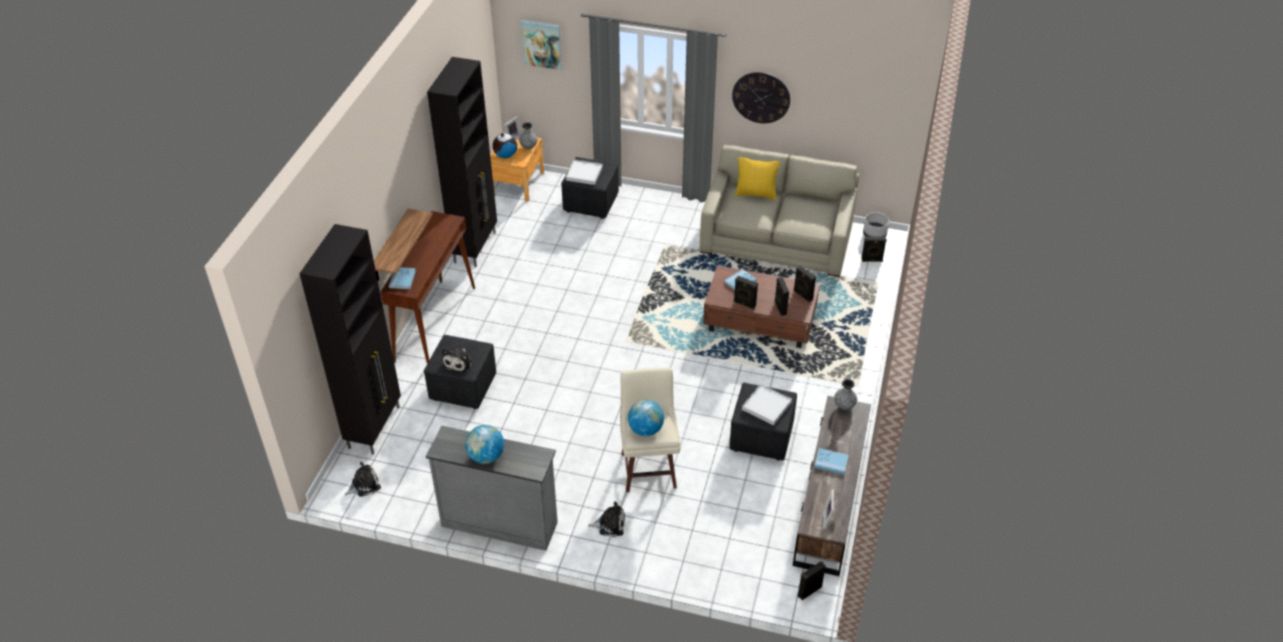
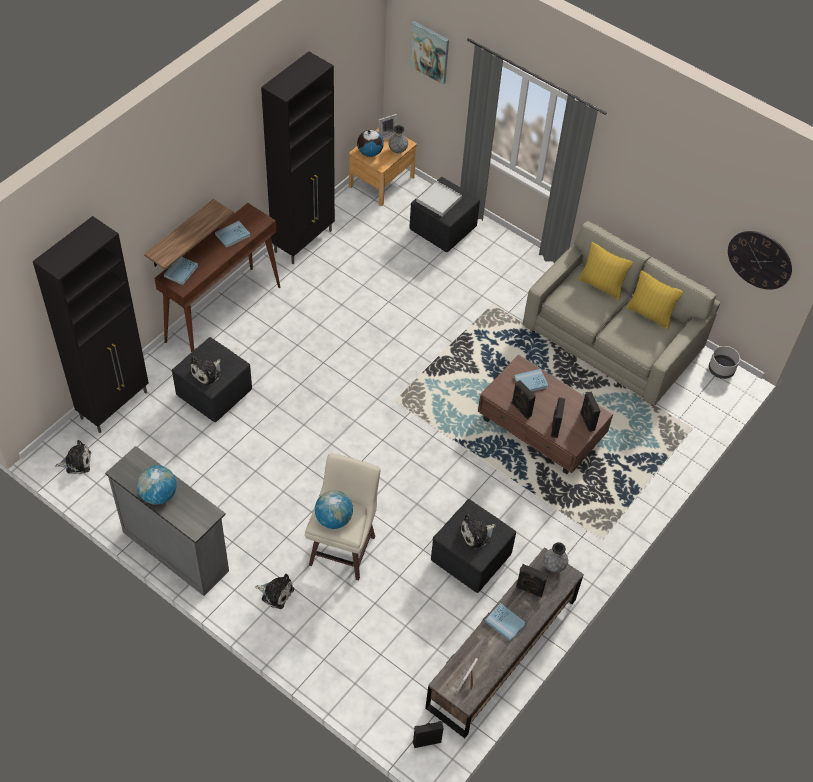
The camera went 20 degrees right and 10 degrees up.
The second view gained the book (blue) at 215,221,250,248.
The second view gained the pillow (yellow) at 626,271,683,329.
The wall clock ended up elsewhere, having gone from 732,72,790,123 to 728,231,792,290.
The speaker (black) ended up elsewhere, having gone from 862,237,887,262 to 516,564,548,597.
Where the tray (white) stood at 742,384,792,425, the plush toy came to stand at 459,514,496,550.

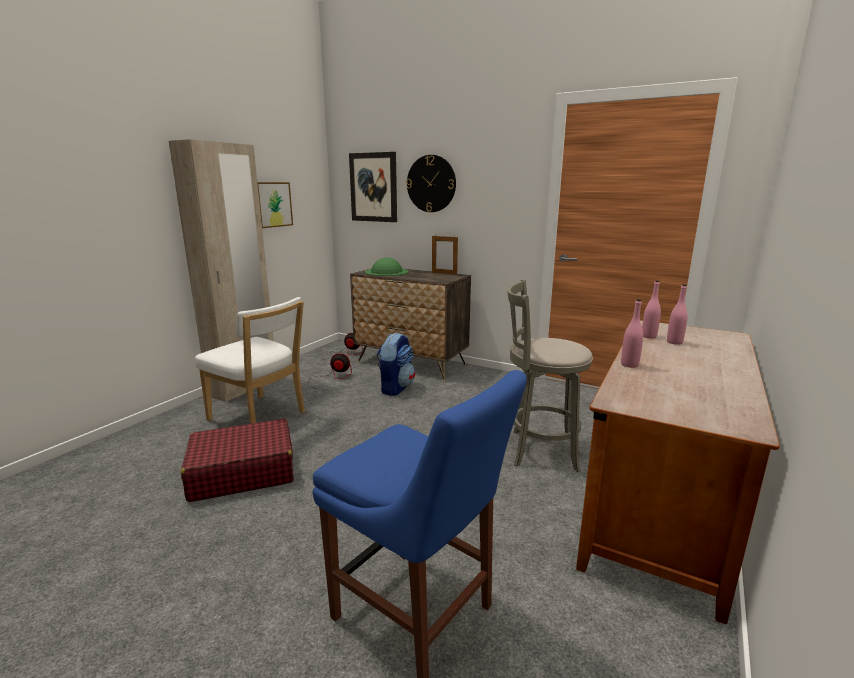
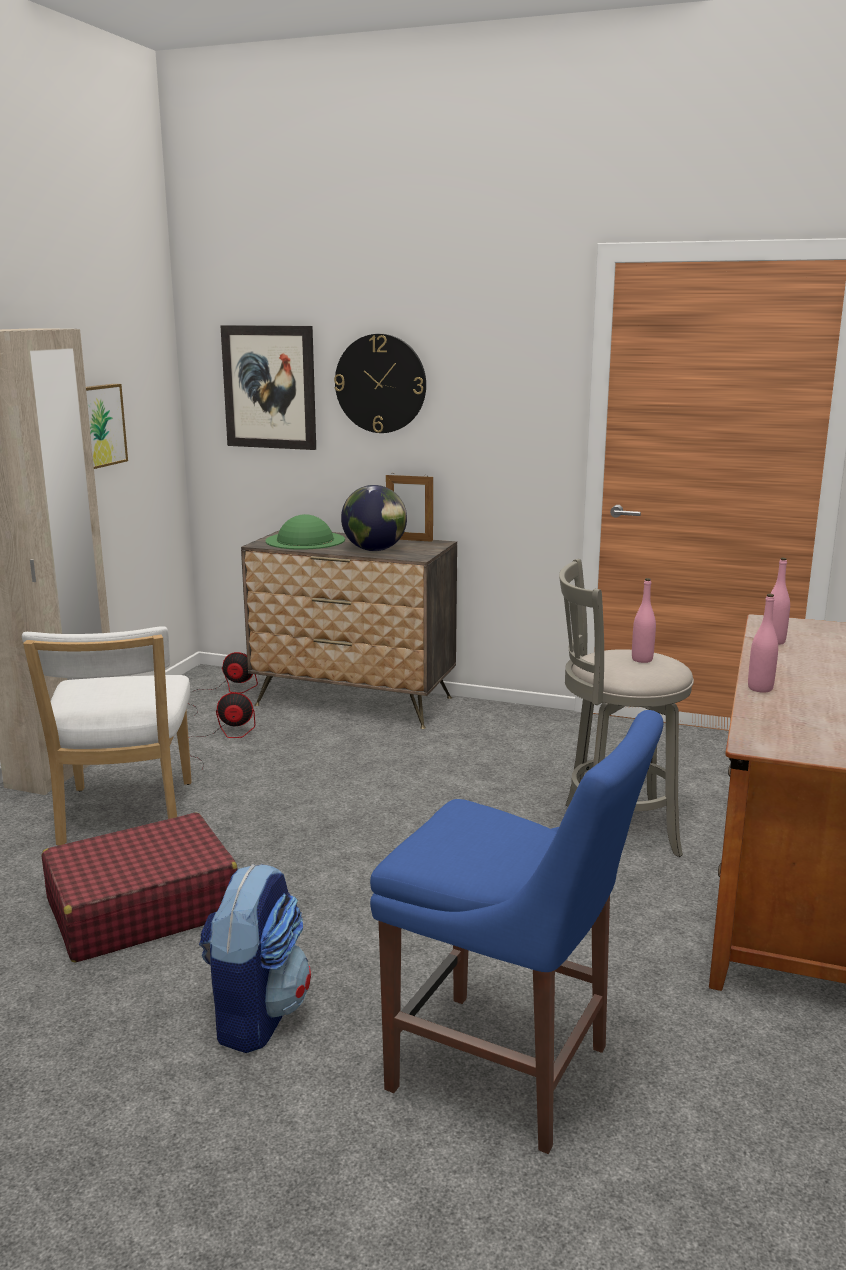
The camera went 10 degrees left and 0 degrees up.
The second view gained the globe at 341,485,407,551.
The backpack ended up elsewhere, having gone from 377,332,415,396 to 198,864,311,1053.
The bottle (pink) ended up elsewhere, having gone from 667,284,688,345 to 632,578,656,663.
The chair (white) at 195,297,305,424 ended up facing another way, 60 degrees clockwise from before.

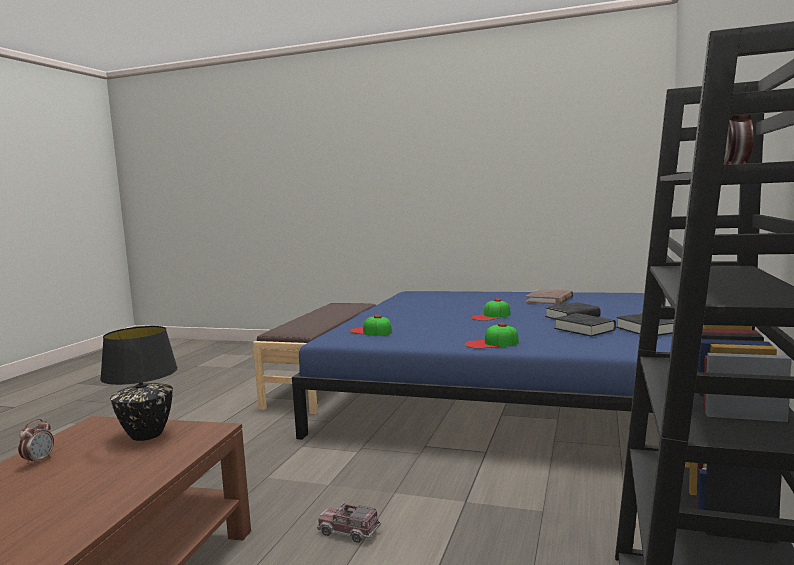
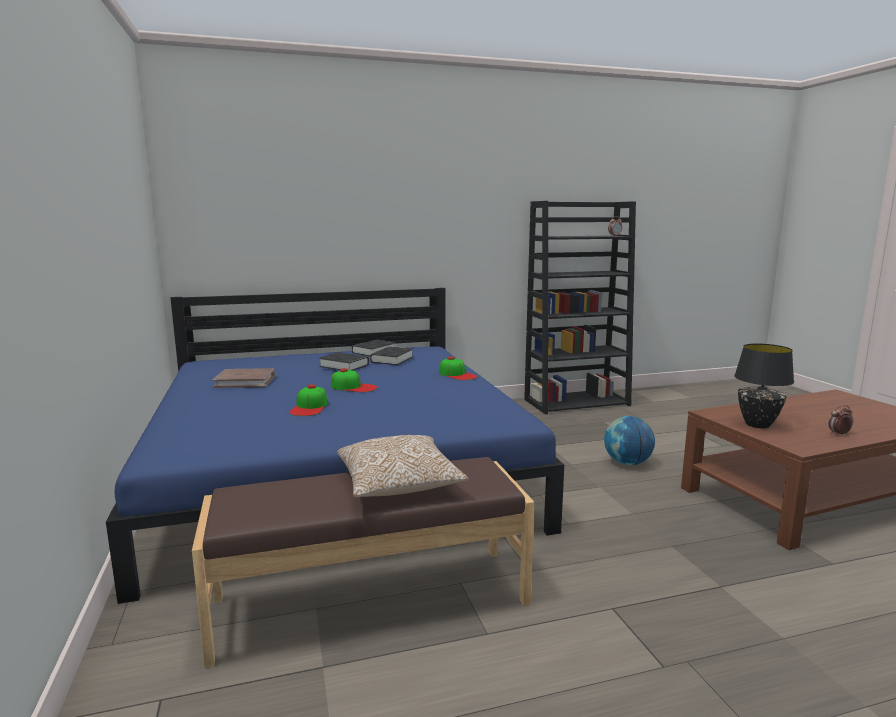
The camera went 125 degrees left and 5 degrees up.
The second view gained the pillow at 337,435,468,497.
The cap ended up elsewhere, having gone from 350,314,392,336 to 290,384,327,416.
Where the toy truck stood at 317,502,381,543, the globe came to stand at 604,416,655,465.

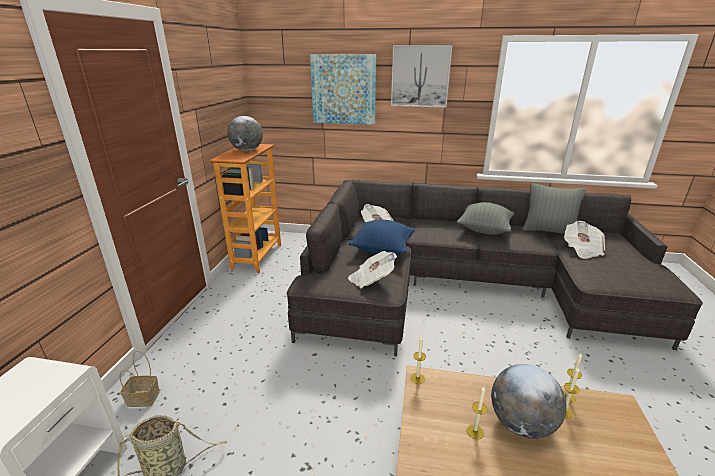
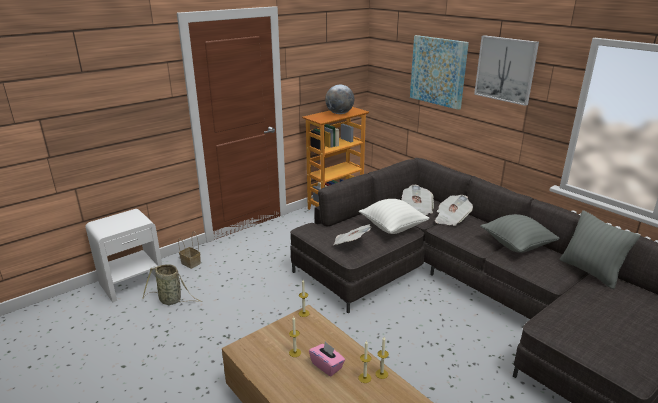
The camera went 40 degrees right and 0 degrees up.
The newspaper ended up elsewhere, having gone from 564,221,605,259 to 435,195,473,226.
Where the globe stood at 491,364,567,439, the tissue box (pink) came to stand at 309,342,345,376.
What was the pillow (blue) at 349,220,415,255 turned into the pillow (white) at 359,199,429,234.

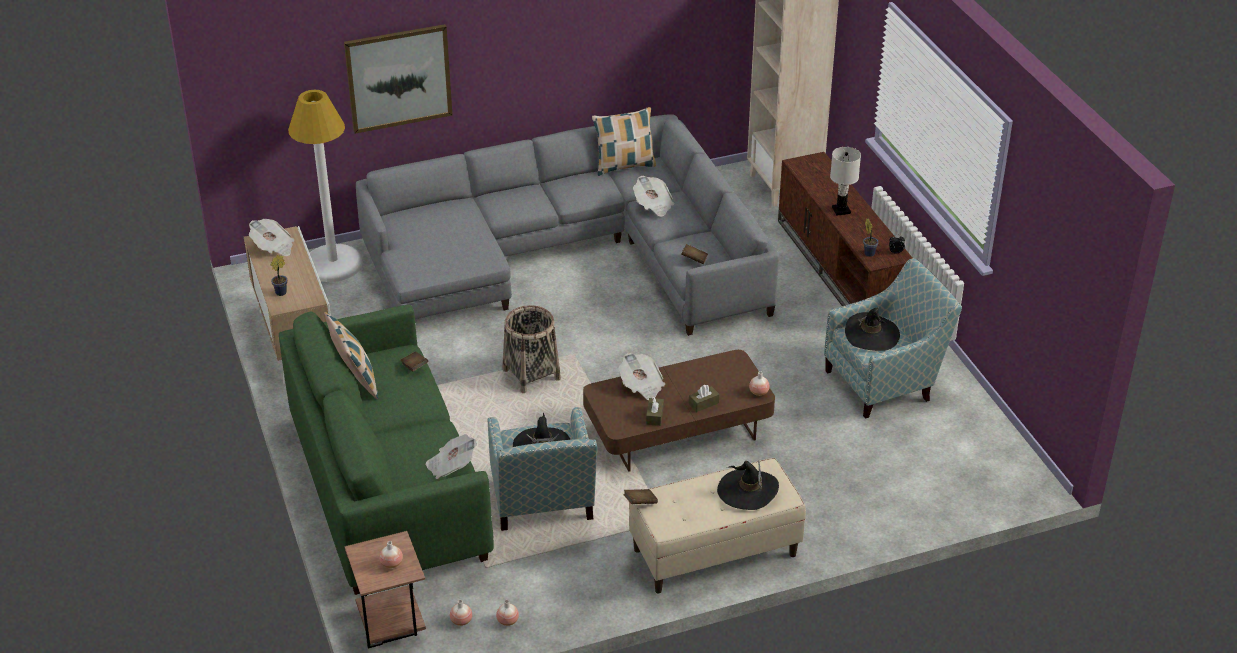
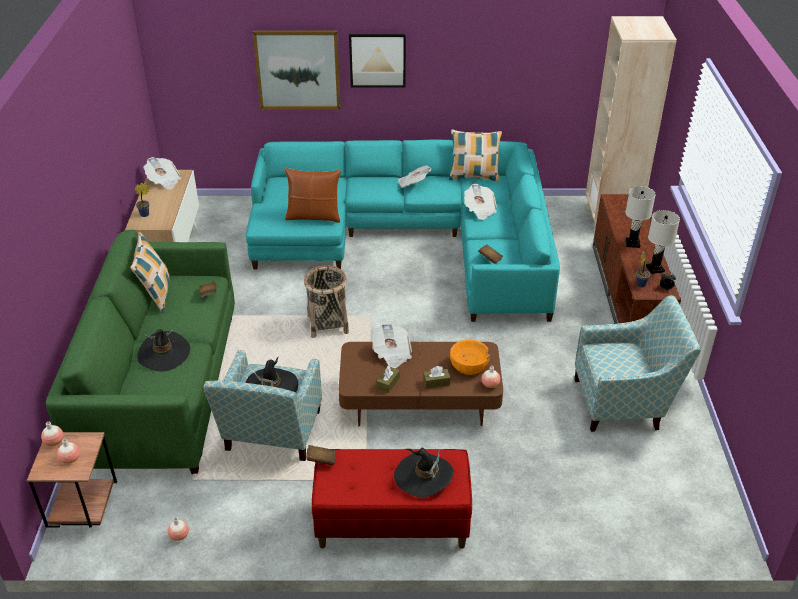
The camera went 20 degrees right and 0 degrees up.
The second view lost the floor lamp (white) at 288,90,362,282.
The second view gained the pillow (brown) at 284,168,341,223.
The second view gained the picture at 349,34,406,88.
The second view gained the bowl (orange) at 450,339,490,375.
The second view gained the table lamp (white) at 646,210,680,274.
The newspaper ended up elsewhere, having gone from 426,434,477,479 to 398,165,431,188.
The vase ended up elsewhere, having gone from 450,600,472,626 to 41,422,64,446.
The hat (black) ended up elsewhere, having gone from 845,307,900,351 to 137,329,190,372.
What was the sofa (grey) at 356,114,779,336 turned into the sofa (turquoise) at 246,140,560,322.
What was the bench (beige) at 629,458,806,593 turned into the bench (red) at 312,449,472,549.

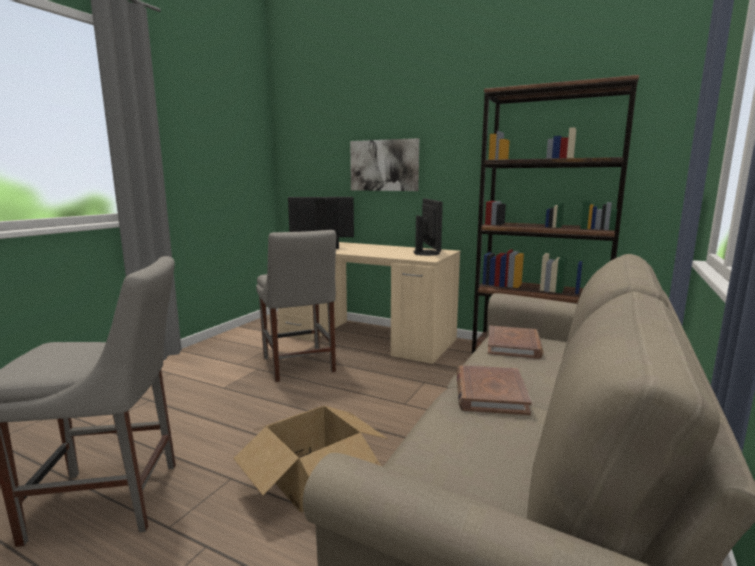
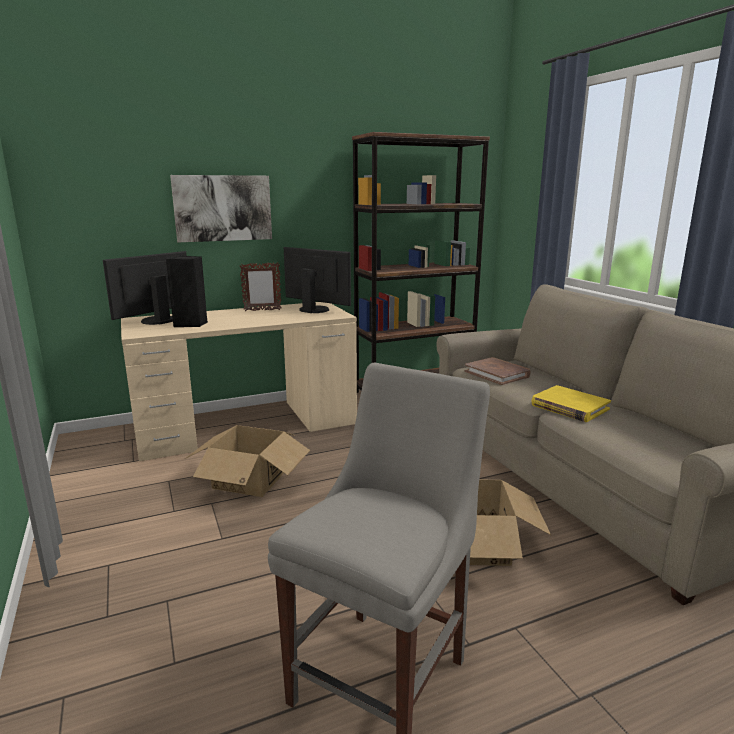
The camera went 50 degrees left and 5 degrees up.
The second view gained the picture frame at 239,262,282,311.
Where the chair (grey) stood at 256,230,336,382, the cardboard box came to stand at 185,425,310,497.
What was the book (brown) at 456,365,532,415 turned into the book (yellow) at 531,385,611,422.

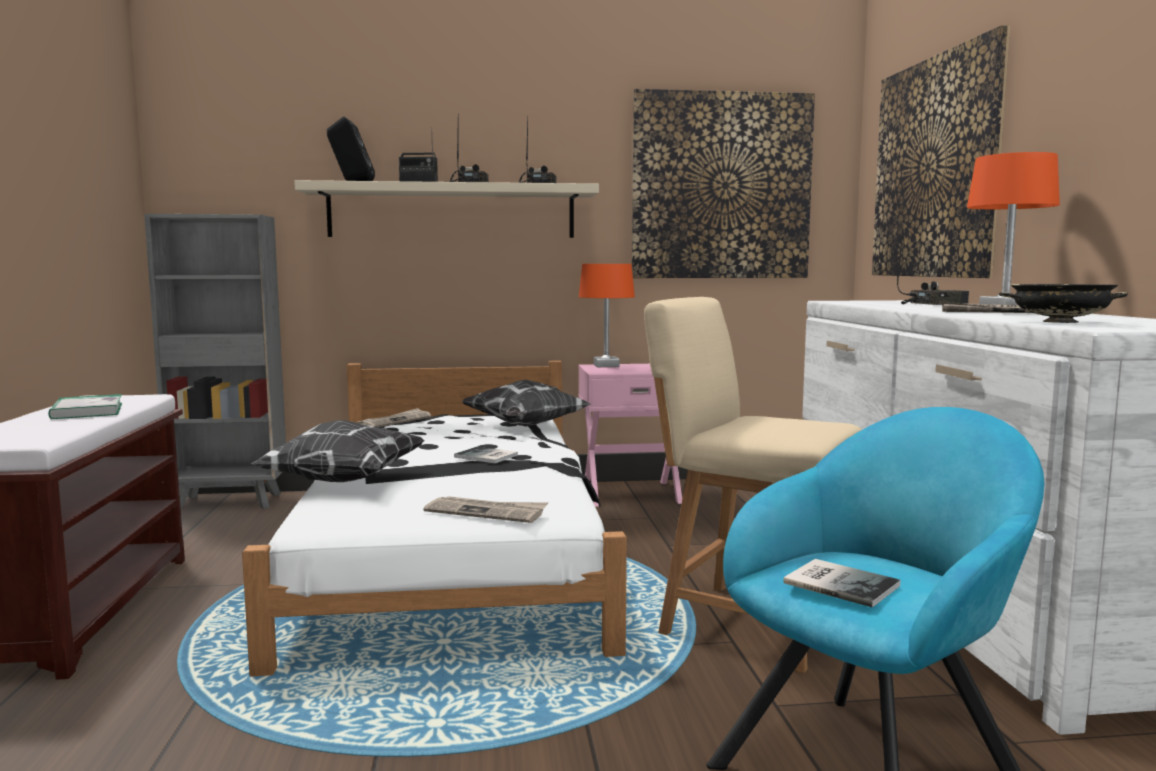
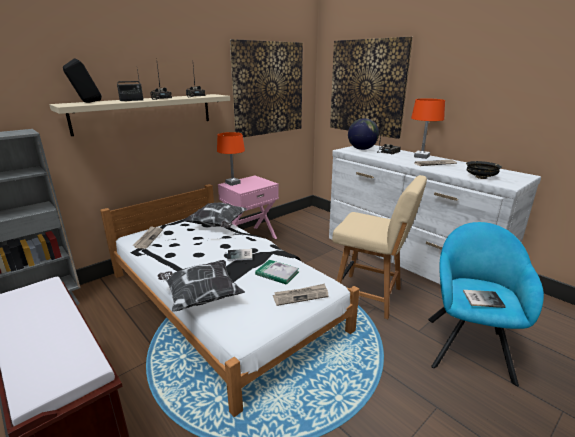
The camera went 35 degrees left and 15 degrees up.
The second view gained the globe at 348,118,379,150.
The book ended up elsewhere, having gone from 48,394,122,419 to 255,260,299,285.
The chair (beige) at 644,297,862,673 ended up facing another way, 150 degrees counterclockwise from before.

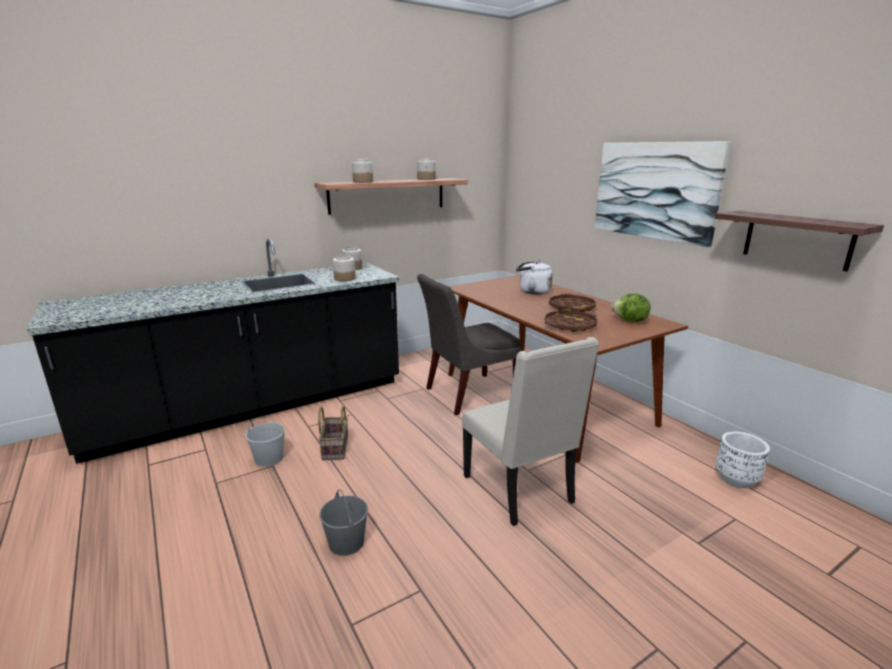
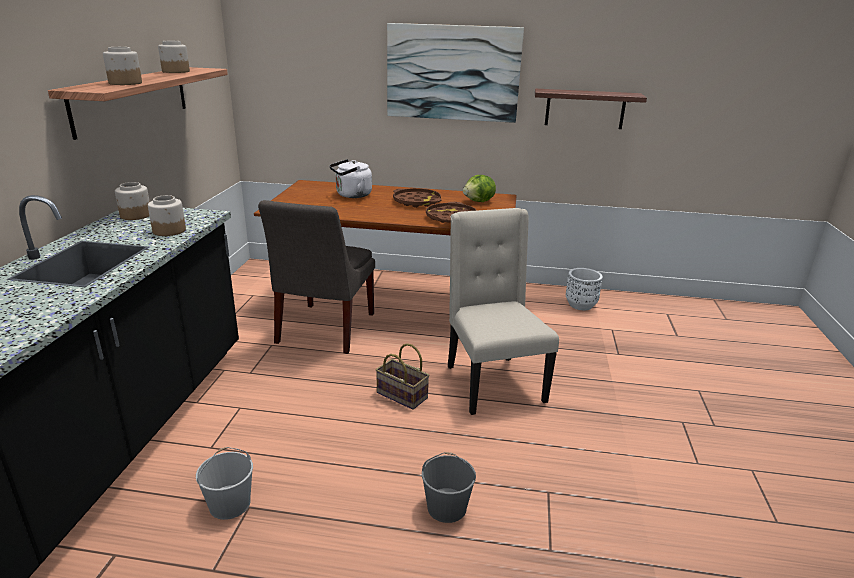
The camera went 50 degrees left and 5 degrees up.
The basket ended up elsewhere, having gone from 318,406,348,460 to 376,343,430,410.
The chair (beige) at 462,337,599,526 ended up facing another way, 120 degrees counterclockwise from before.

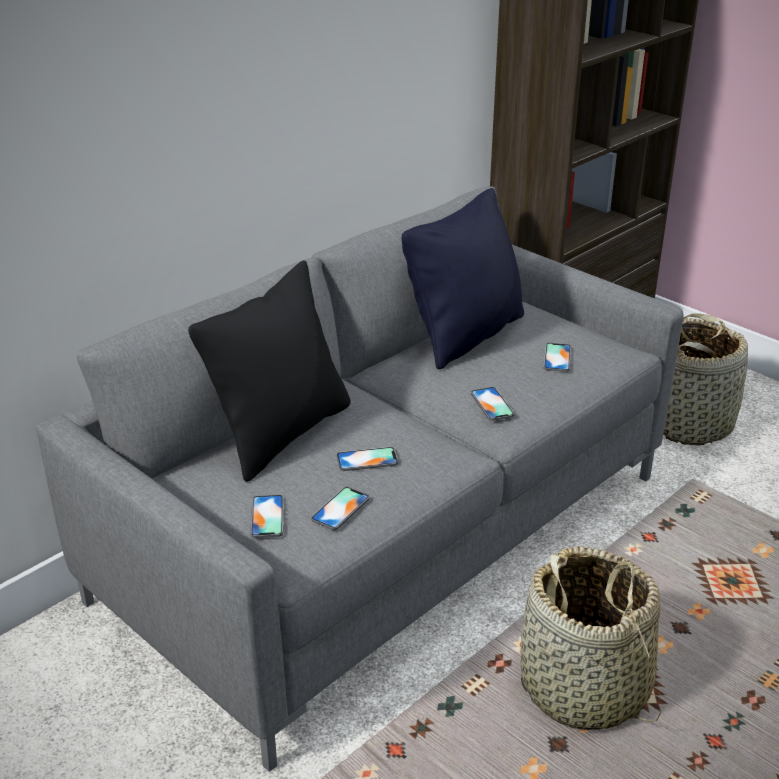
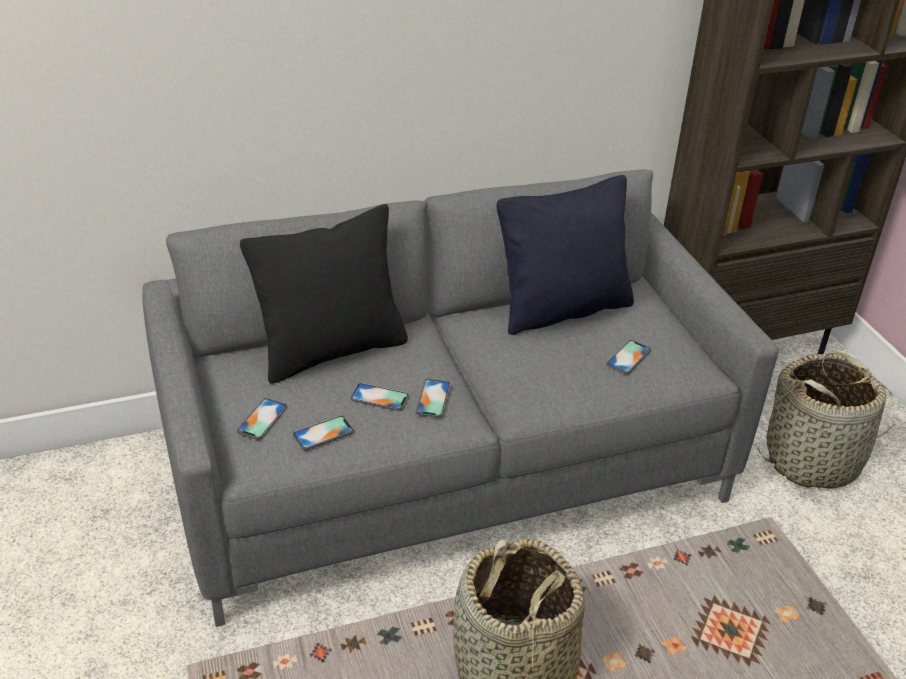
The camera went 25 degrees right and 5 degrees up.
The phone ended up elsewhere, having gone from 471,387,514,421 to 416,379,450,418.

